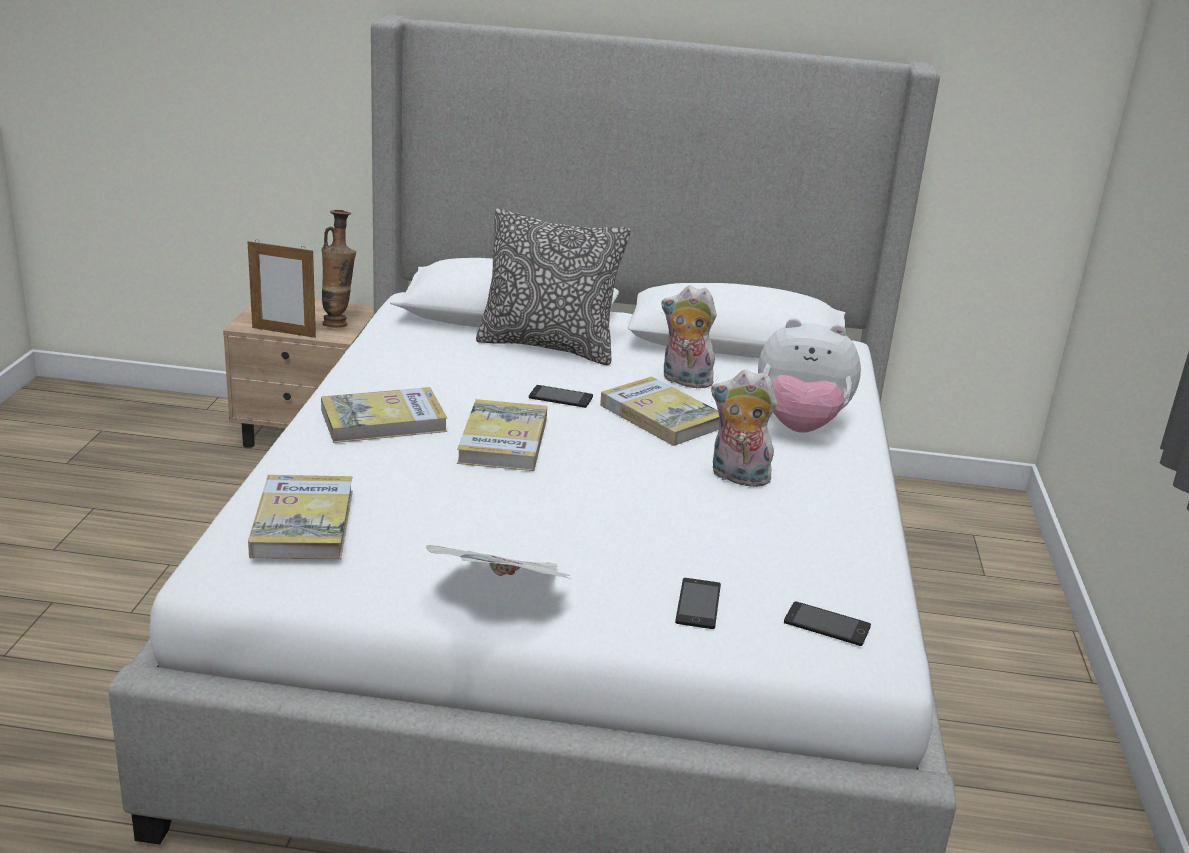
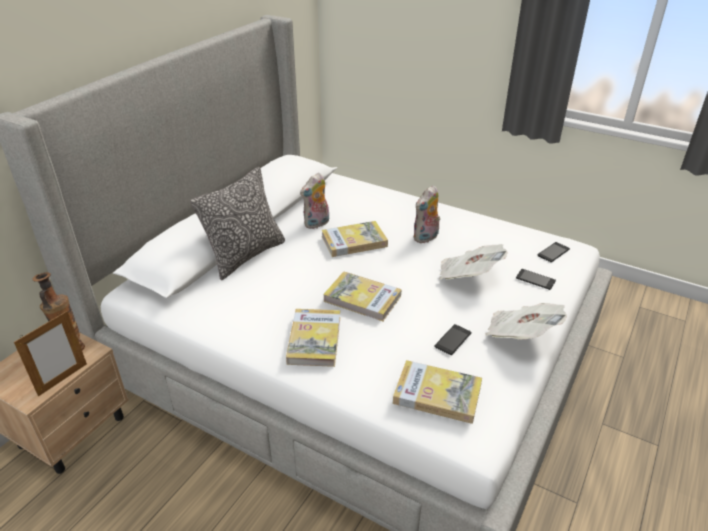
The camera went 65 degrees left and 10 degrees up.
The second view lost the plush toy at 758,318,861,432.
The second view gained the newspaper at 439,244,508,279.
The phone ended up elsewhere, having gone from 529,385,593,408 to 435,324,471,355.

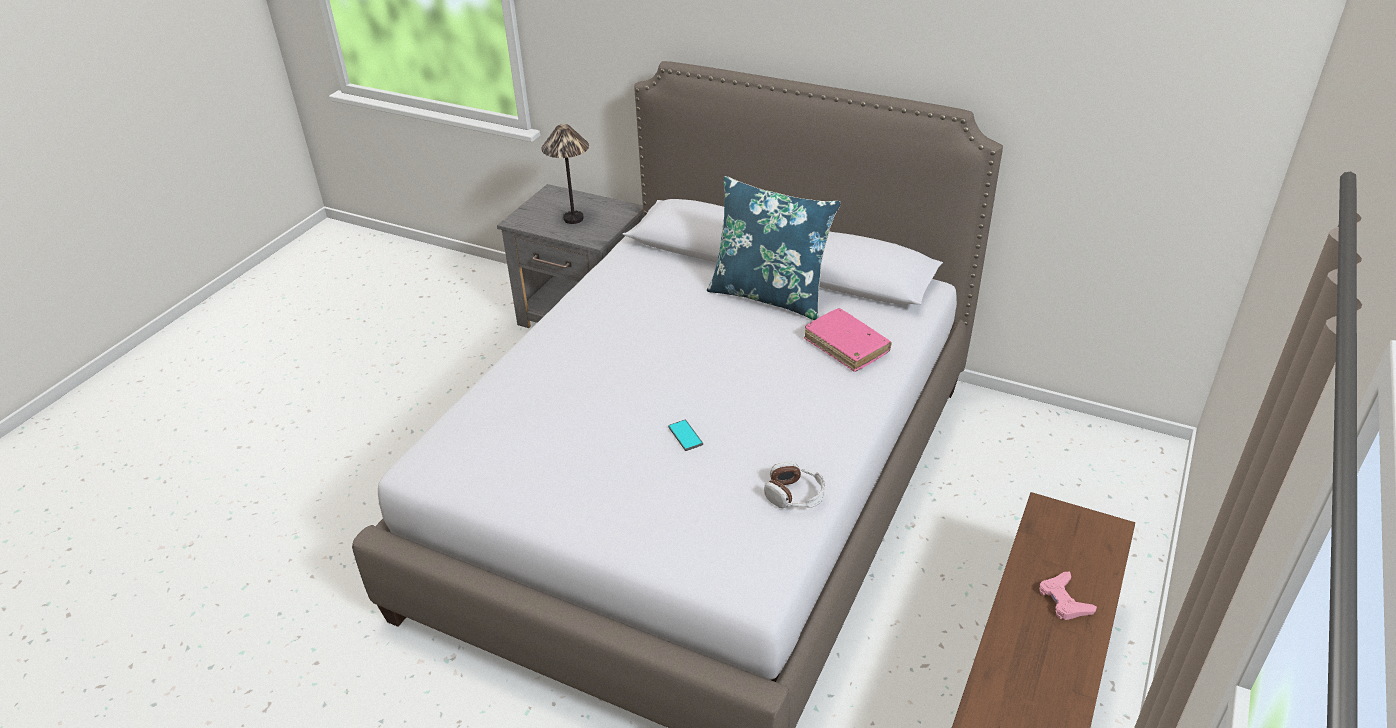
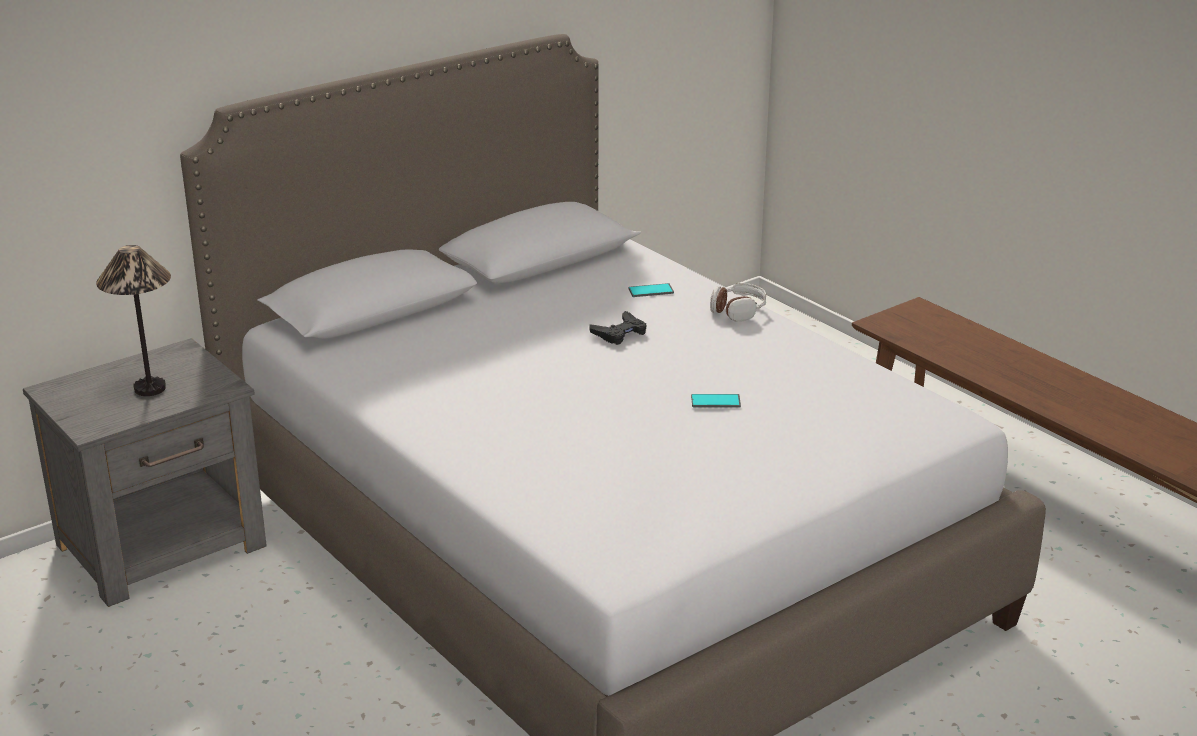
The camera went 65 degrees left and 10 degrees down.
The second view lost the pillow (blue) at 707,176,841,320.
The second view lost the game controller (pink) at 1039,572,1097,620.
The second view gained the game controller (black) at 589,311,647,345.
The headphones ended up elsewhere, having gone from 764,462,825,508 to 710,283,766,322.
Where the book (pink) stood at 804,308,892,372, the phone came to stand at 629,283,674,297.

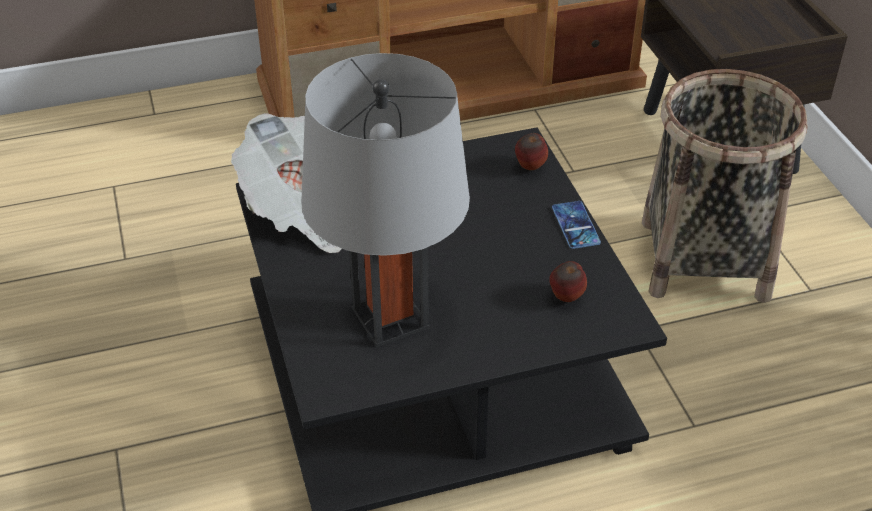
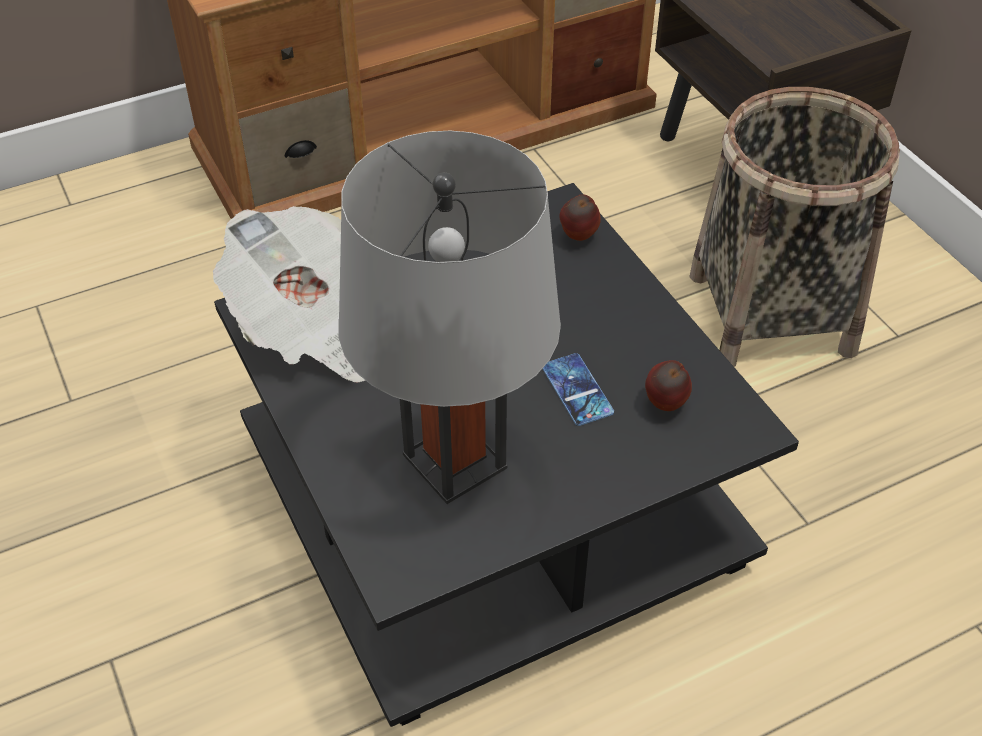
The camera went 10 degrees left and 5 degrees up.
The phone ended up elsewhere, having gone from 552,201,601,249 to 542,353,614,426.

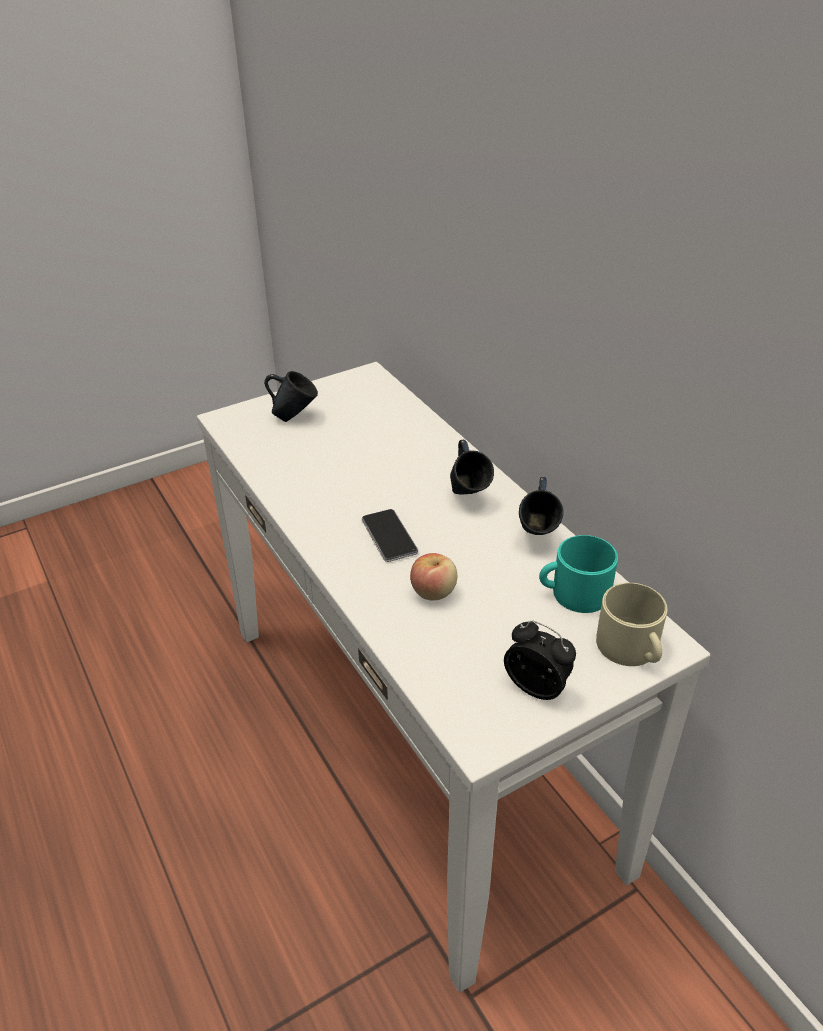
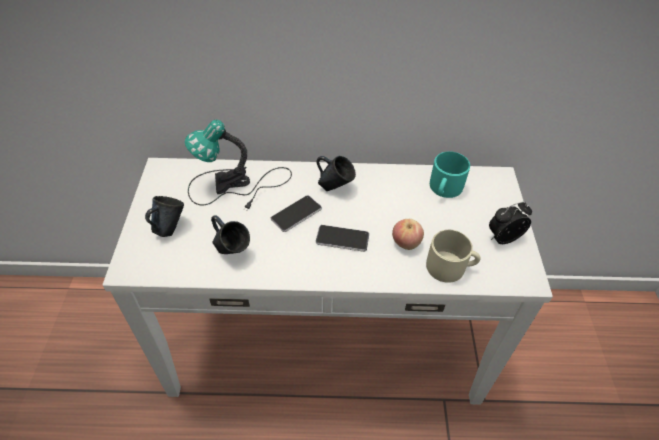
The camera went 60 degrees left and 10 degrees up.
The second view gained the table lamp at 185,120,292,210.
The second view gained the phone at 270,195,322,232.
The mug (blue) ended up elsewhere, having gone from 519,477,564,535 to 211,215,250,254.
The mug (beige) ended up elsewhere, having gone from 596,583,668,666 to 426,230,481,283.

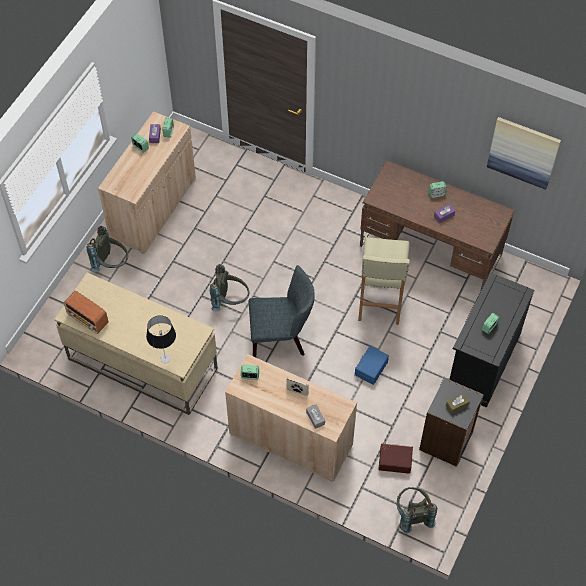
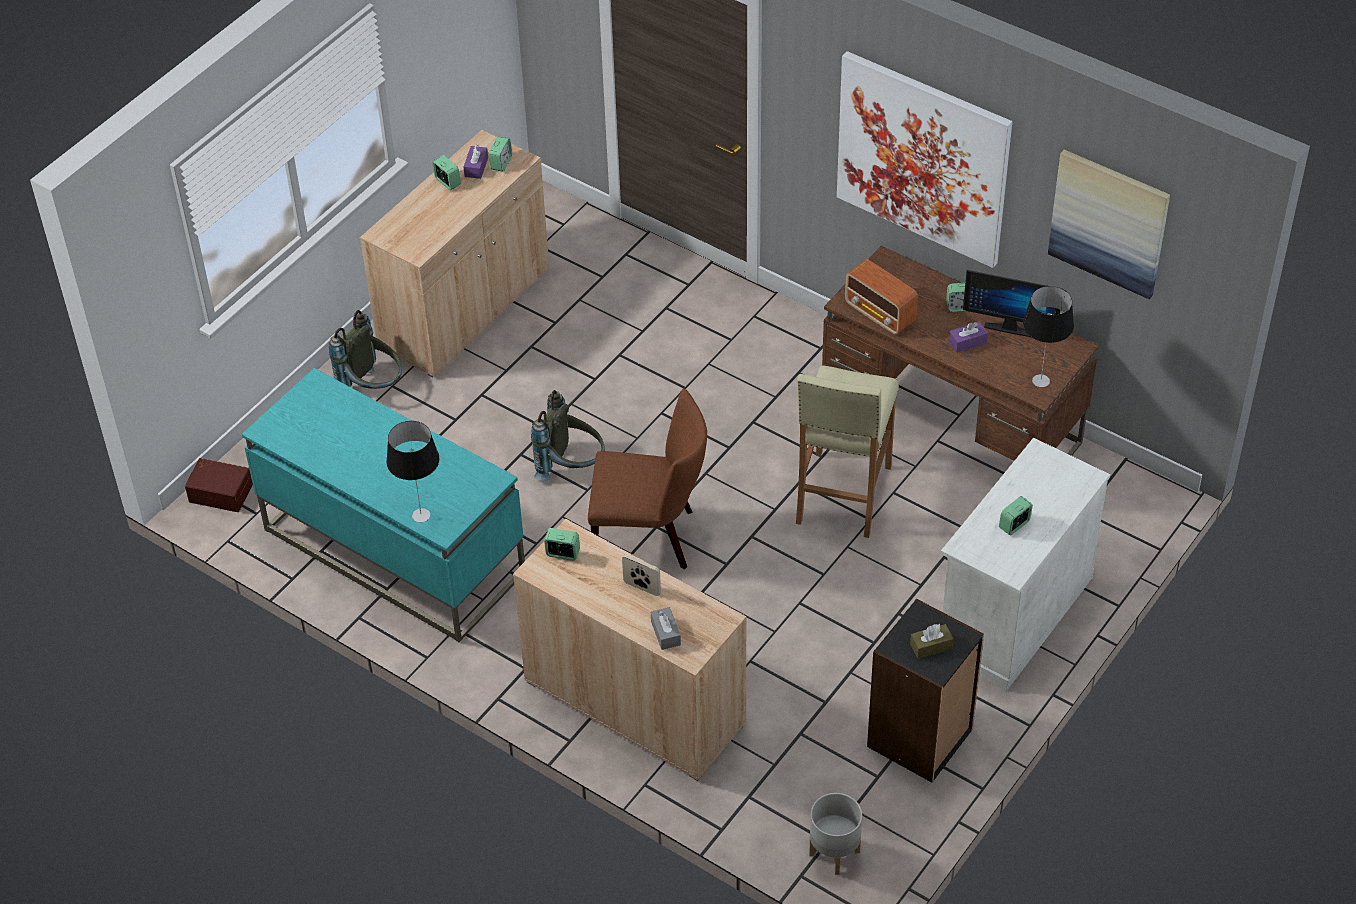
The camera went 10 degrees right and 10 degrees down.
The second view lost the storage box (blue) at 355,346,389,385.
The second view gained the picture at 837,51,1012,268.
The second view gained the monitor at 963,270,1062,337.
The second view gained the table lamp at 1023,286,1074,387.
The radio ended up elsewhere, having gone from 64,291,109,334 to 845,259,918,335.
The storage box (brown) ended up elsewhere, having gone from 378,443,413,474 to 185,458,253,512.
Where the backpack (grey) stood at 397,487,437,533, the planter (grey) came to stand at 809,793,862,875.
What was the desk (beige) at 54,273,218,415 turned into the desk (turquoise) at 242,368,525,642.
What was the chair (grey) at 249,265,315,357 turned into the chair (brown) at 588,389,707,570.
What was the cabinet (black) at 449,272,535,408 turned into the cabinet (white) at 941,438,1110,691.

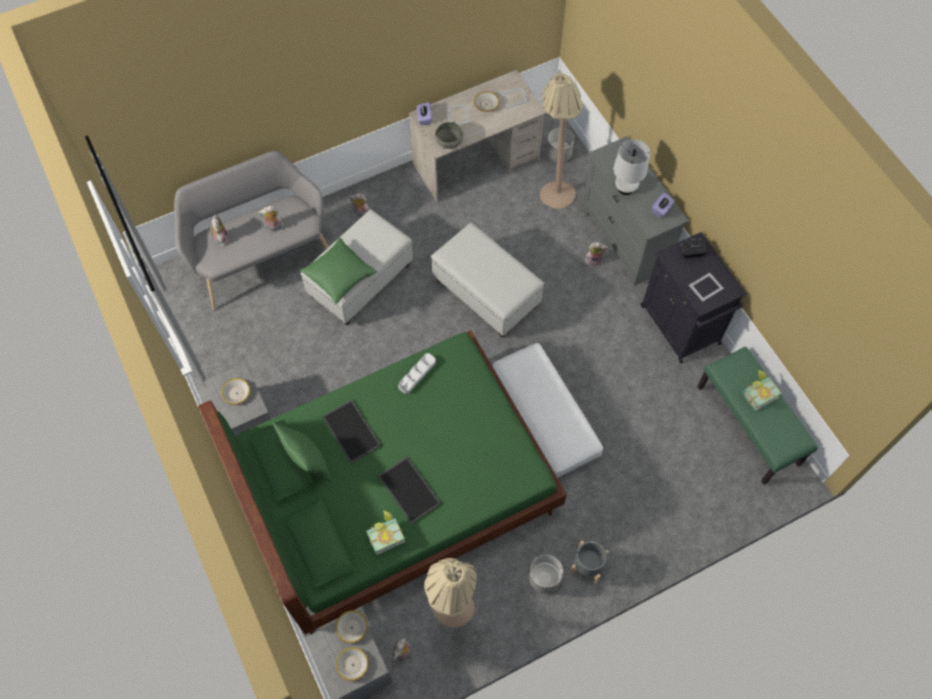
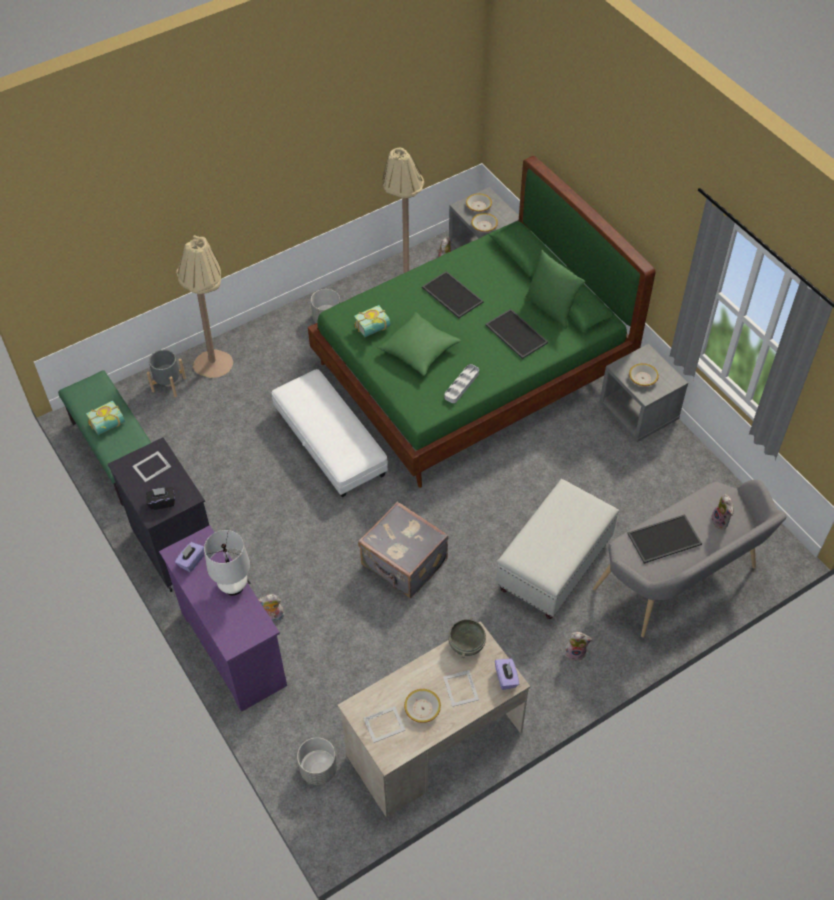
The camera went 175 degrees right and 10 degrees down.
The pillow (green) ended up elsewhere, having gone from 300,238,377,304 to 378,312,461,376.
The book ended up elsewhere, having gone from 366,511,405,555 to 354,305,391,337.
The floor lamp (beige) ended up elsewhere, having gone from 540,73,583,209 to 176,235,233,378.
The planter (grey) ended up elsewhere, having gone from 570,541,609,585 to 147,349,186,397.
Where the plush toy stood at 258,206,284,231, the tray came to stand at 627,514,702,564.
Where the ottoman (white) stood at 431,222,544,337, the suitcase (grey) came to stand at 358,502,448,598.
What was the dresser (grey) at 582,136,689,285 turned into the dresser (purple) at 159,525,287,712.

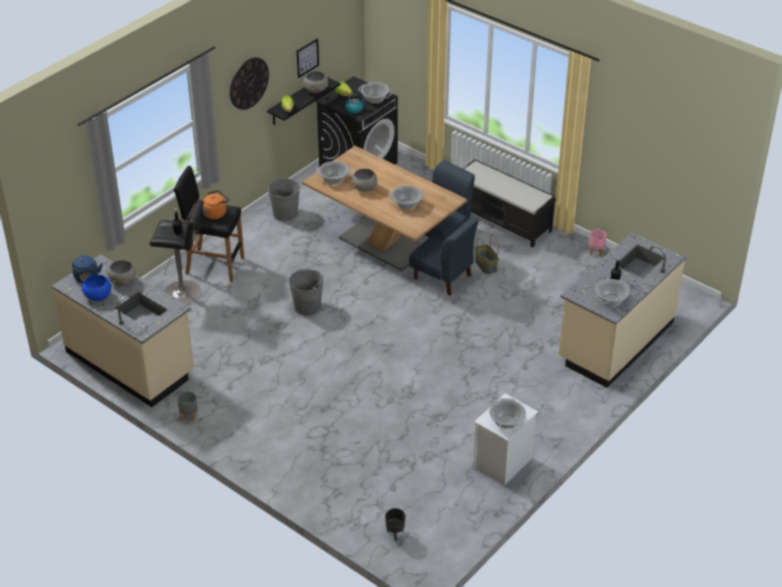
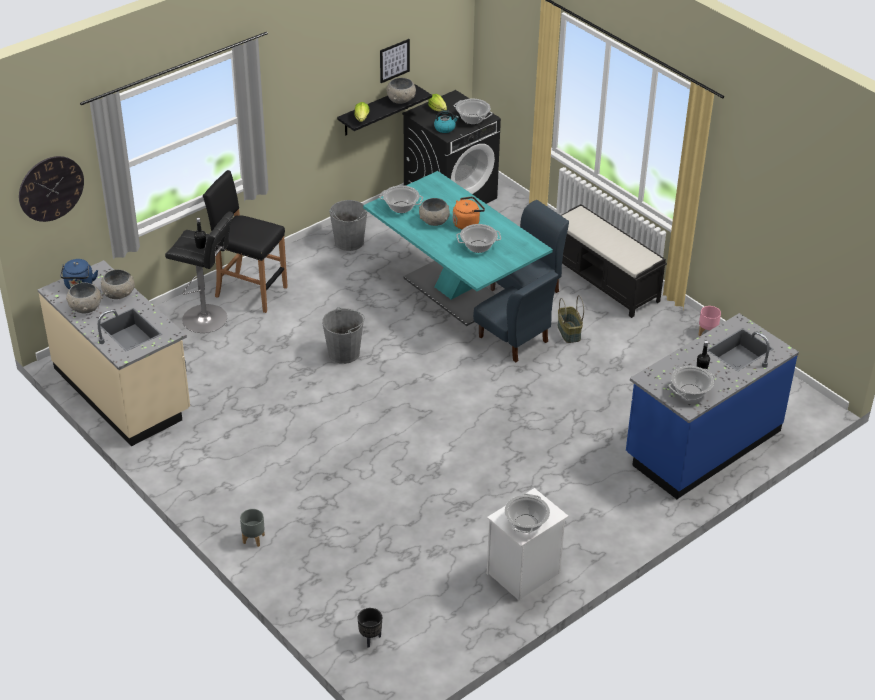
The camera went 10 degrees right and 0 degrees up.
The planter (grey) ended up elsewhere, having gone from 177,391,197,421 to 240,509,265,547.
The kettle (orange) ended up elsewhere, having gone from 203,190,230,219 to 453,197,485,229.
The wall clock ended up elsewhere, having gone from 230,57,269,110 to 19,156,84,222.
What was the bowl (blue) at 81,275,112,301 turned into the bowl (grey) at 66,283,102,314.
What was the dining table (brown) at 302,146,467,271 turned into the dining table (turquoise) at 363,171,553,326.
What was the counter (beige) at 559,232,686,388 turned into the counter (blue) at 626,313,799,499.

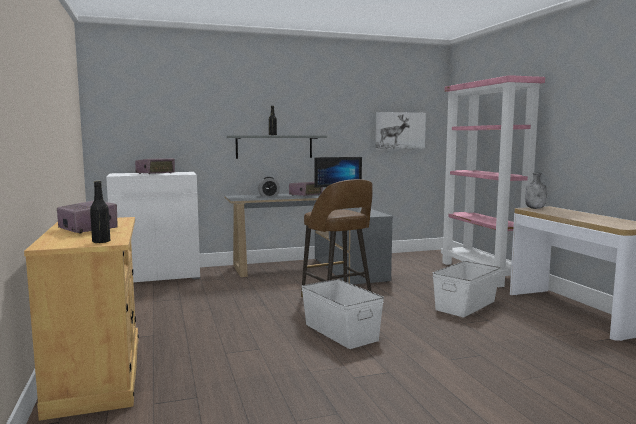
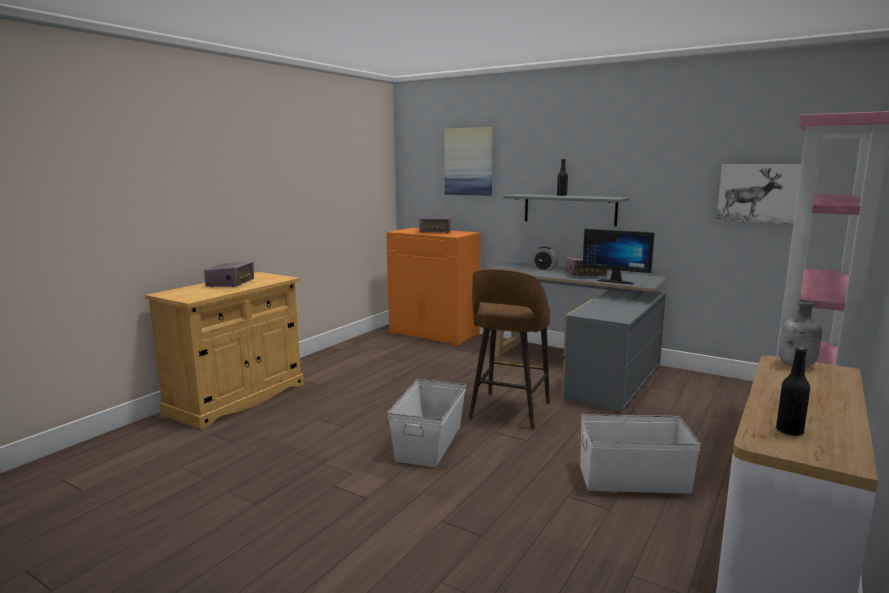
The camera went 50 degrees right and 5 degrees up.
The second view gained the picture at 445,127,493,196.
The bottle (black) ended up elsewhere, having gone from 90,181,110,243 to 776,347,810,436.
What was the cabinet (white) at 106,172,200,282 turned into the cabinet (orange) at 386,228,480,346.

